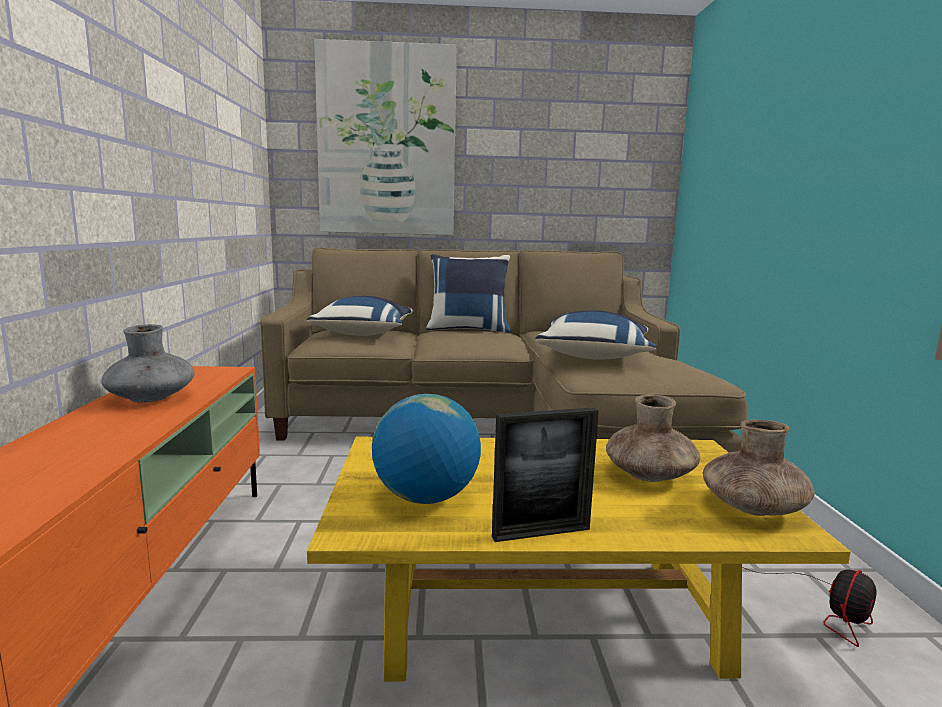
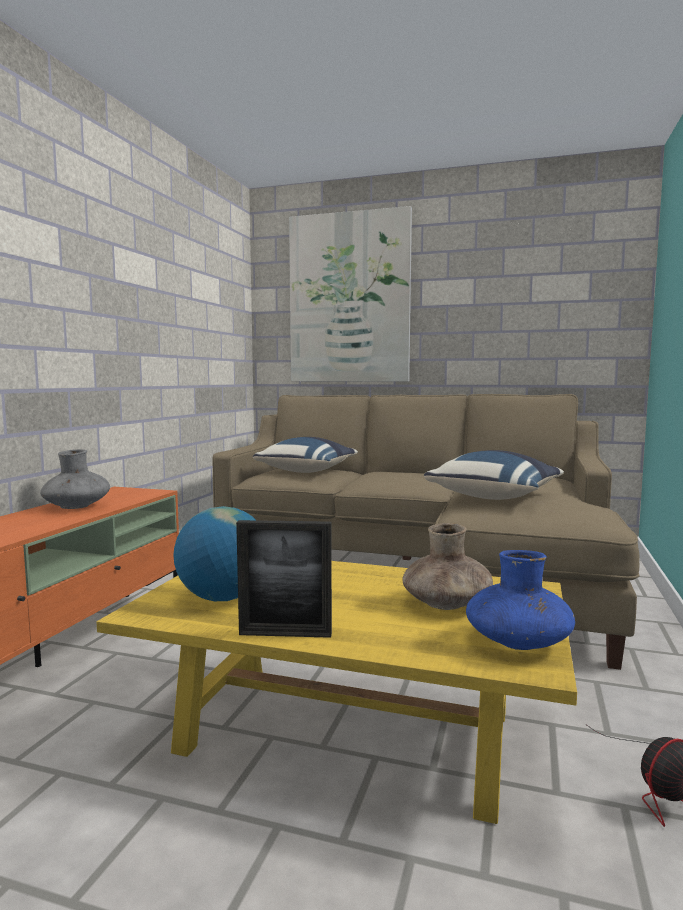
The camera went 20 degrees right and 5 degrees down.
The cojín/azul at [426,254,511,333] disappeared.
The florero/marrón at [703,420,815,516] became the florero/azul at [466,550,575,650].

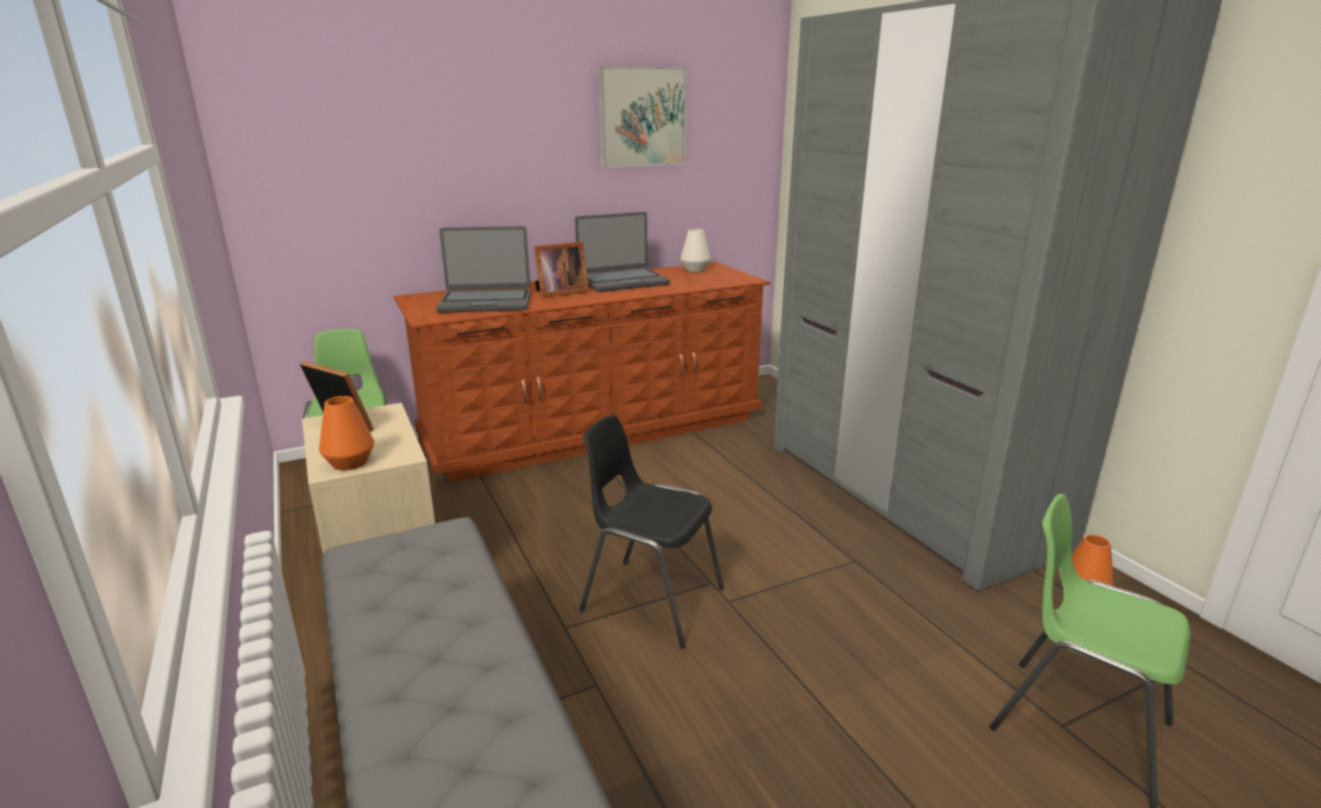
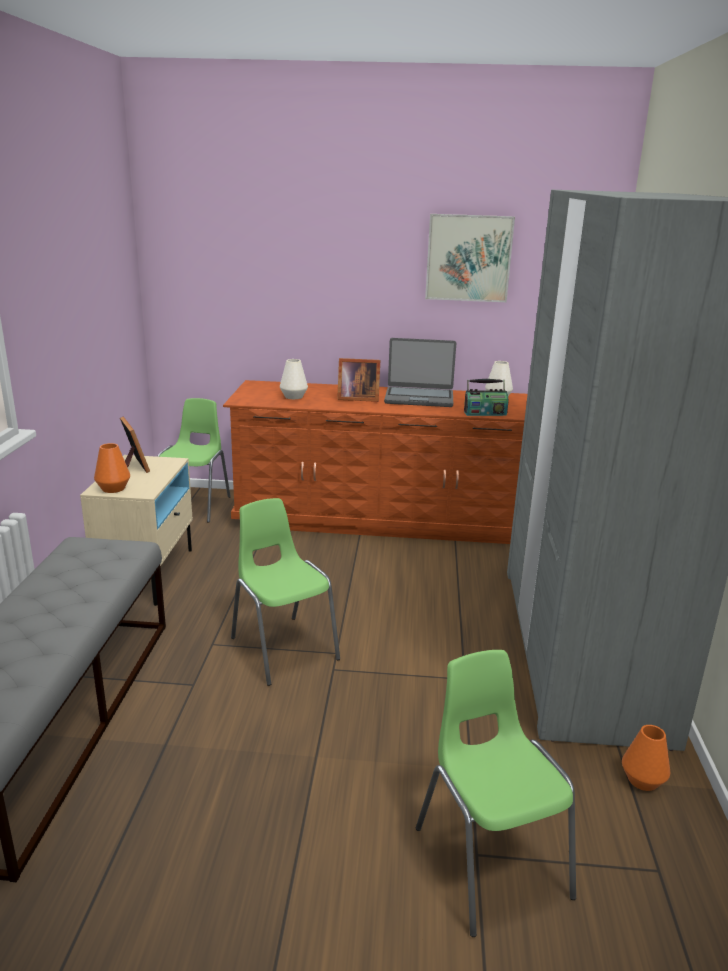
The camera went 30 degrees right and 0 degrees up.
The radio at [464,379,509,416] appeared.
The portátil at [436,226,531,313] was replaced by the florero/blanco at [280,359,308,399].
The silla/negro at [579,414,724,649] became the silla/verde at [231,498,340,686].

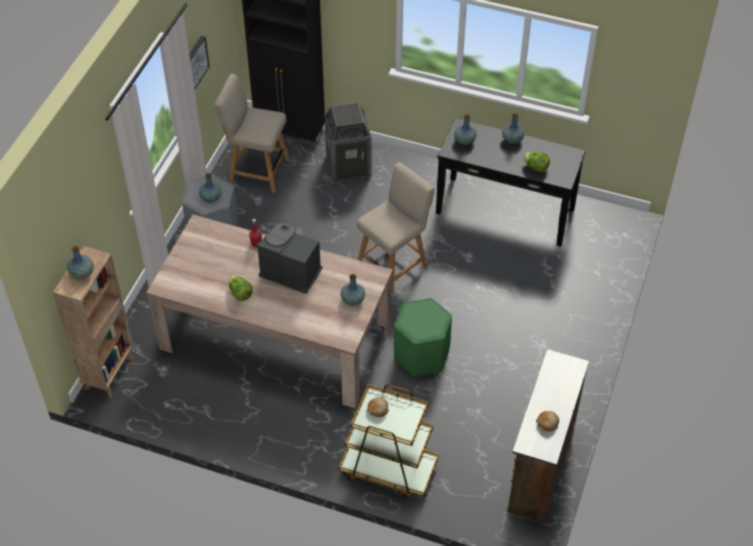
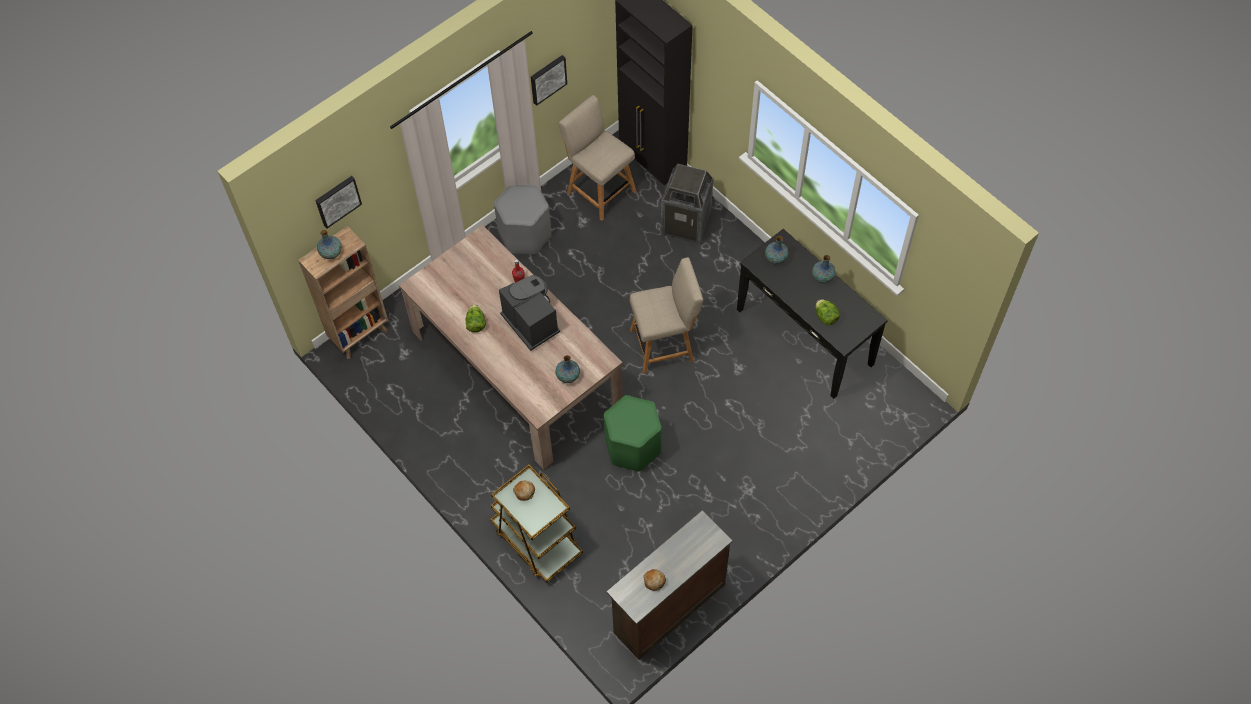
The camera went 30 degrees right and 10 degrees up.
The florero at [199,173,222,202] disappeared.
The cuadro at [315,176,362,228] appeared.

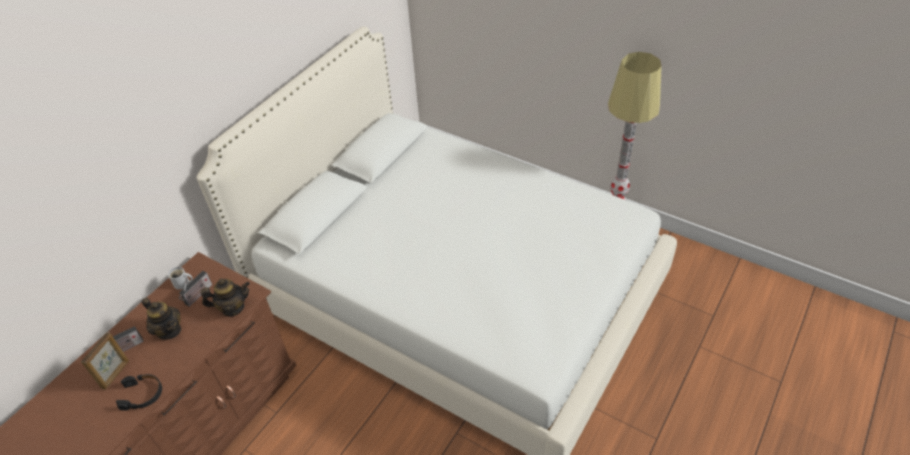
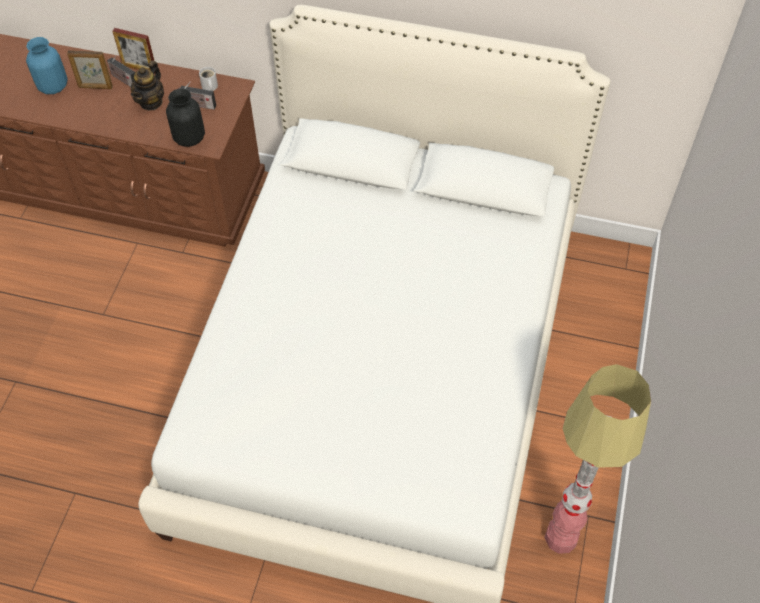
The camera went 70 degrees right and 10 degrees up.
The auriculares/negro at [116,374,162,411] disappeared.
The florero/azul at [26,37,68,94] appeared.
The portarretratos at [112,28,155,74] appeared.
The tetera at [201,279,250,317] was replaced by the florero/negro at [166,88,205,147].

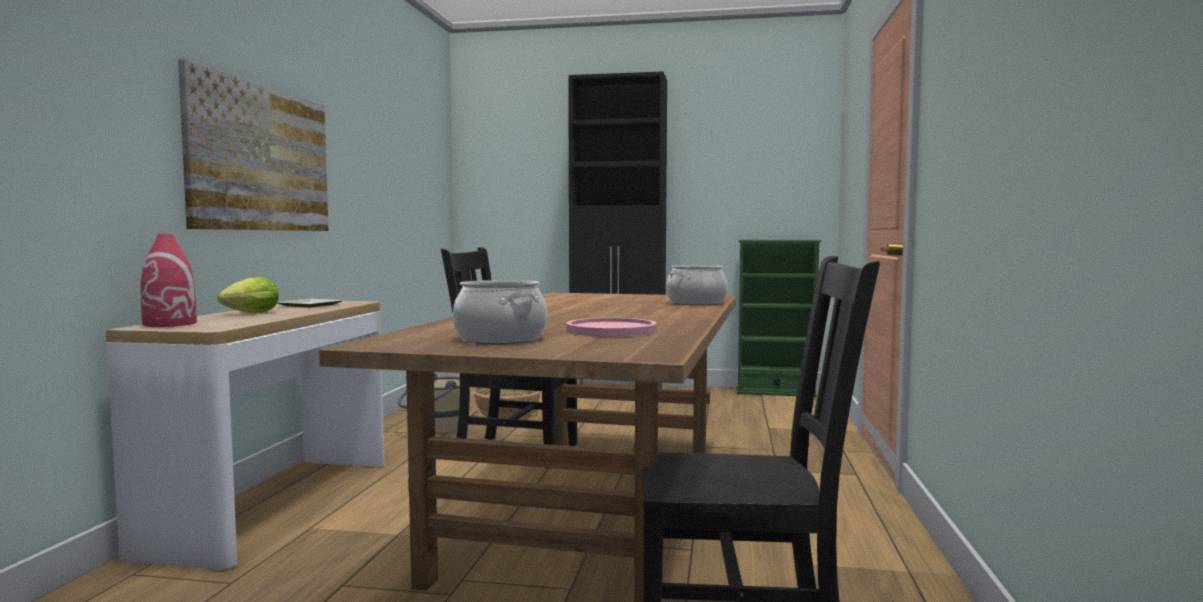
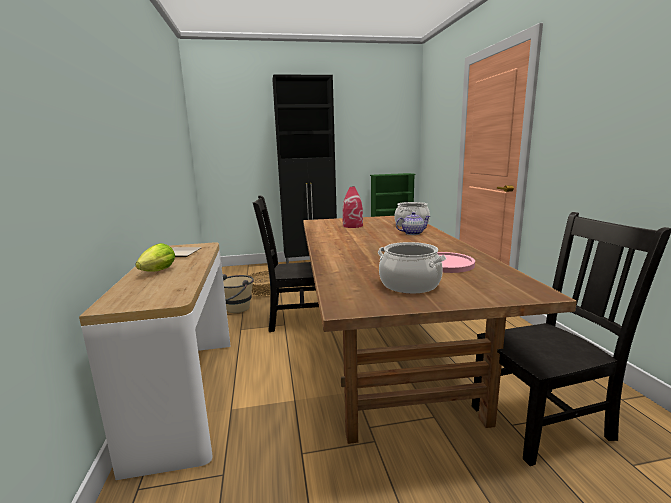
The camera went 20 degrees left and 10 degrees up.
The cuadro at [178,59,328,231] disappeared.
The tetera at [396,212,430,235] appeared.
The florero/rojo moved from [141,234,197,327] to [343,187,363,228].

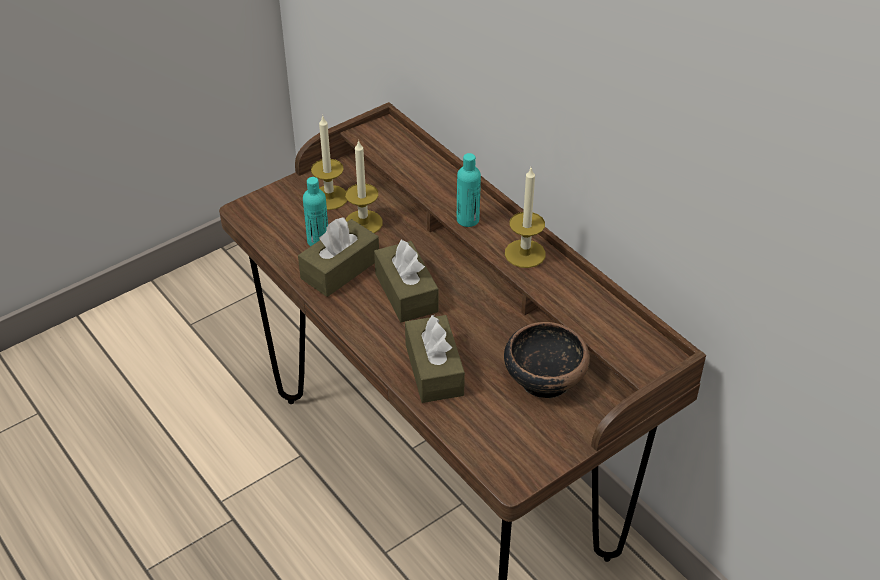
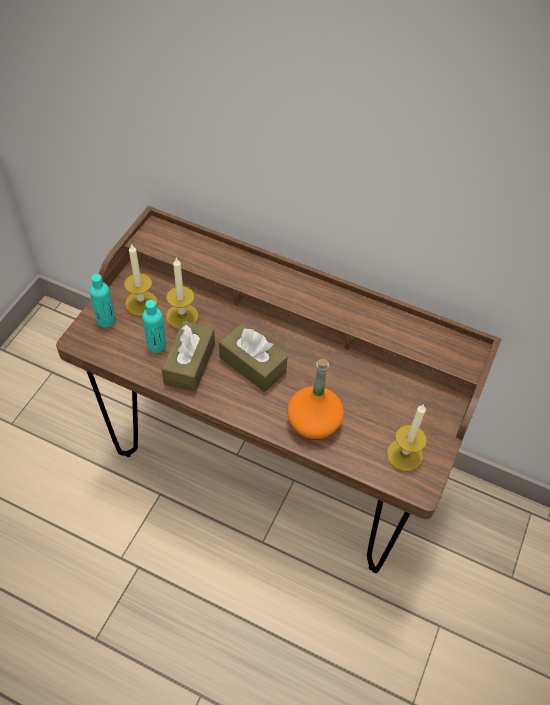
The camera went 30 degrees left and 10 degrees up.
The cuenco at [504,322,590,398] disappeared.
The botella/turquesa moved from [457,153,481,227] to [89,274,116,327].
The vela moved from [505,168,546,268] to [387,404,427,471].
The caja de pañuelos/marrón at [405,314,465,403] was replaced by the botella/naranja at [287,359,344,440].

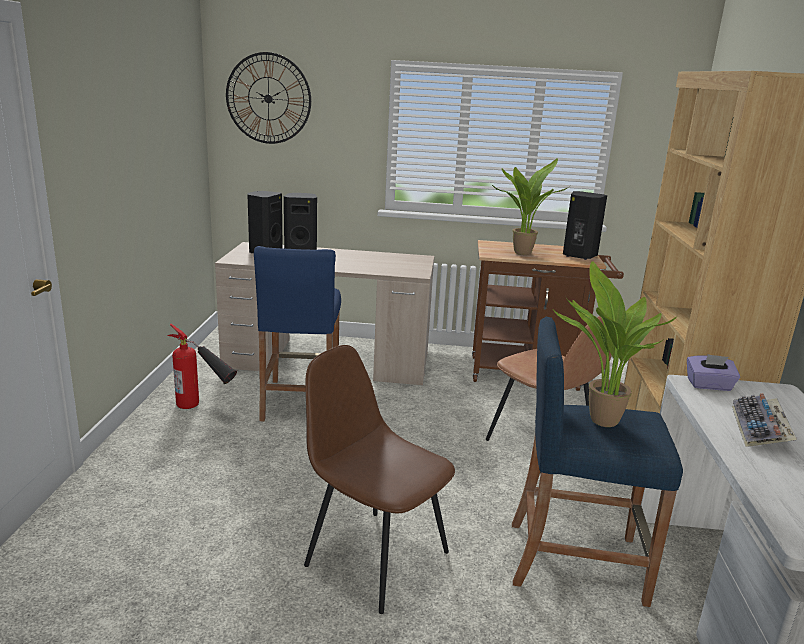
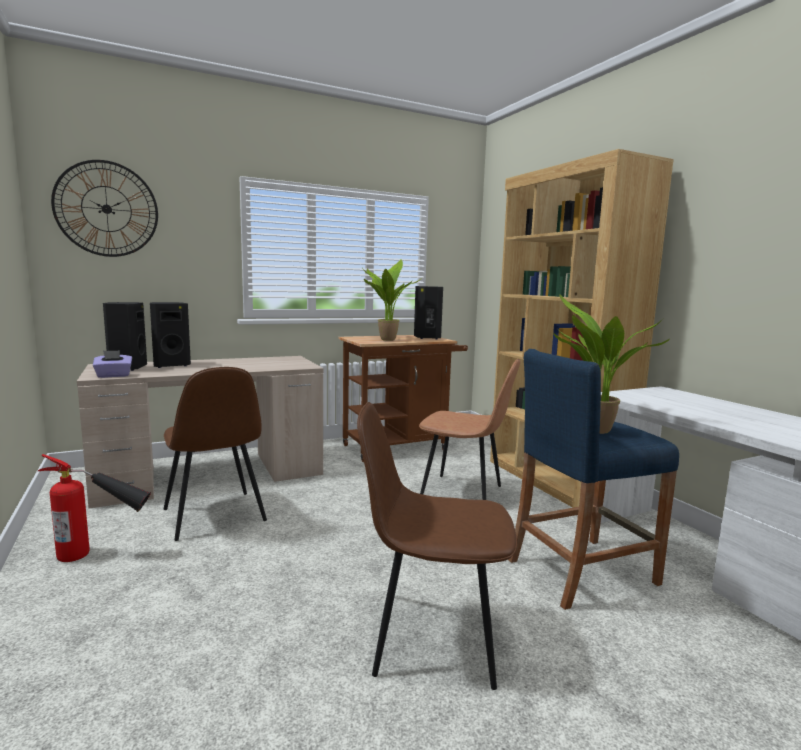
The camera went 30 degrees left and 10 degrees down.
The teclado at [732,393,797,447] disappeared.
The caja de pañuelos/morado moved from [687,354,740,391] to [93,350,132,378].
The taburete/azul at [254,246,341,421] was replaced by the silla/marrón at [164,367,267,541].

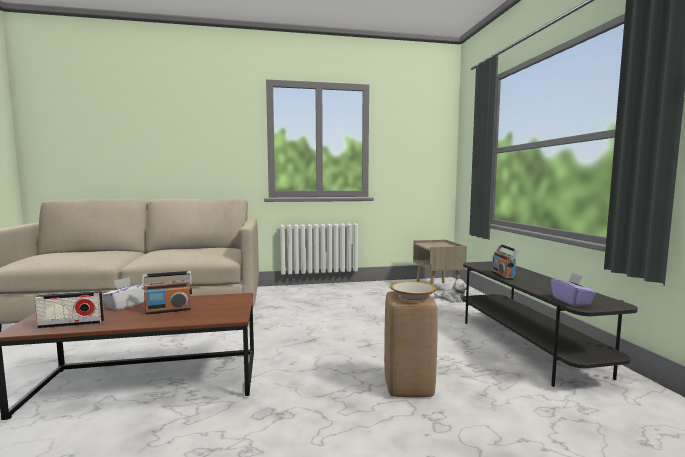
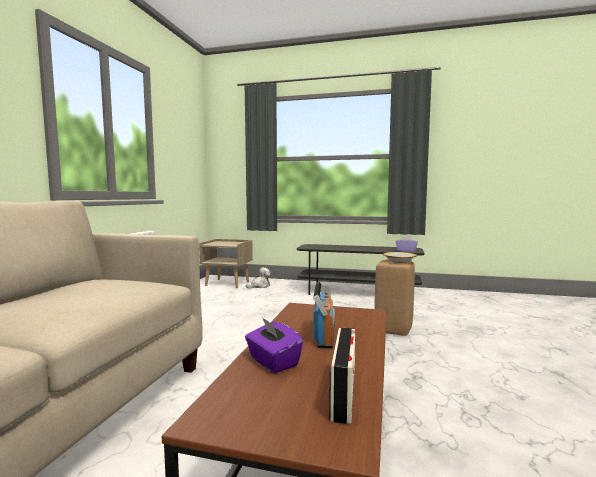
The camera went 65 degrees left and 0 degrees up.
The radio at [492,244,518,280] disappeared.
The caja de pañuelos/blanco at [102,277,145,310] became the caja de pañuelos/morado at [245,317,303,373].

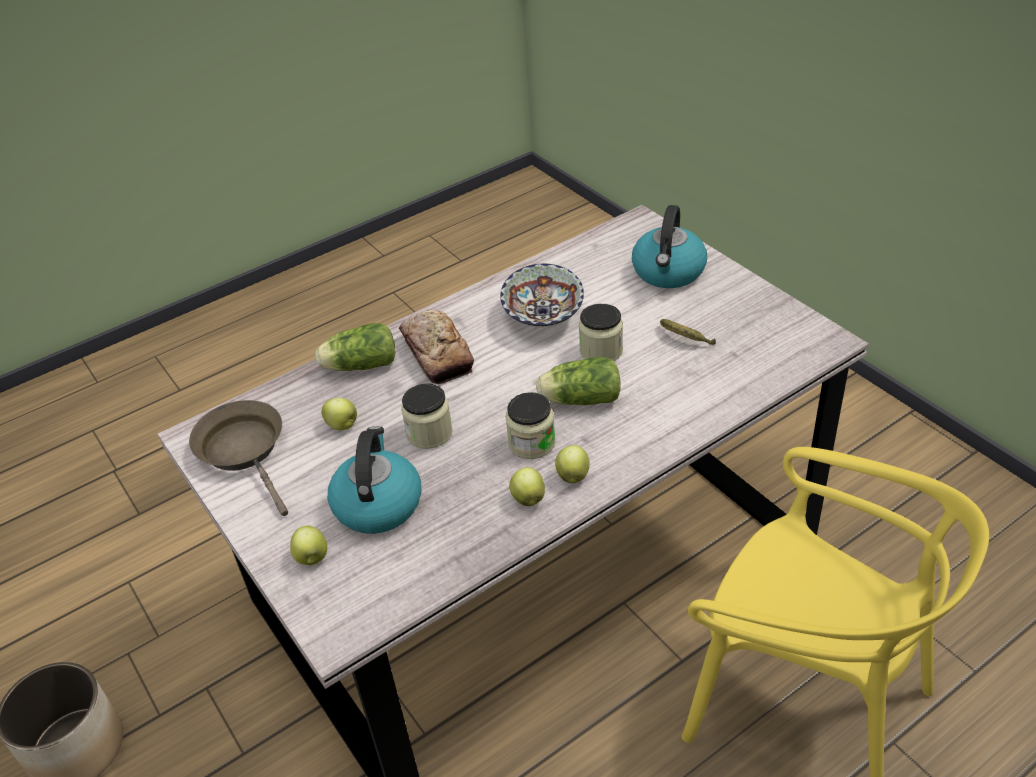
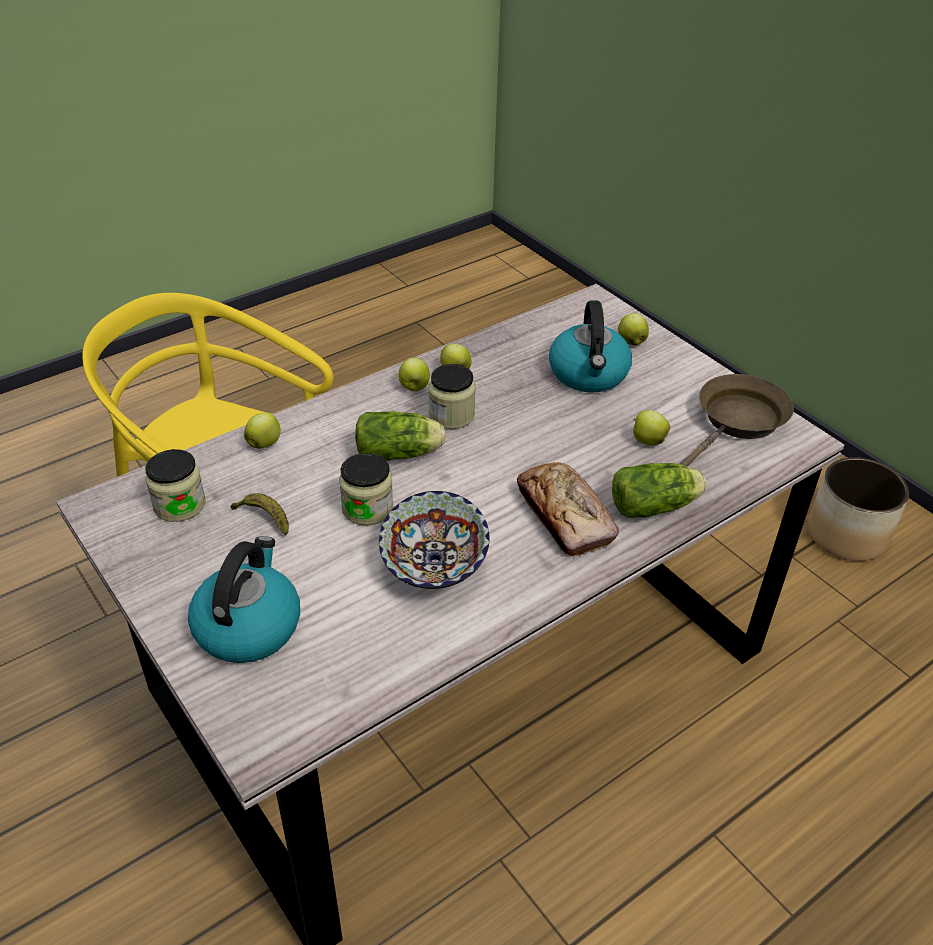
The camera went 175 degrees right and 0 degrees up.
The manzana at [244,413,281,448] appeared.
The tarro moved from [401,384,452,449] to [145,449,206,522].
The sartén/marrón at [189,400,288,516] turned 105 degrees counterclockwise.

